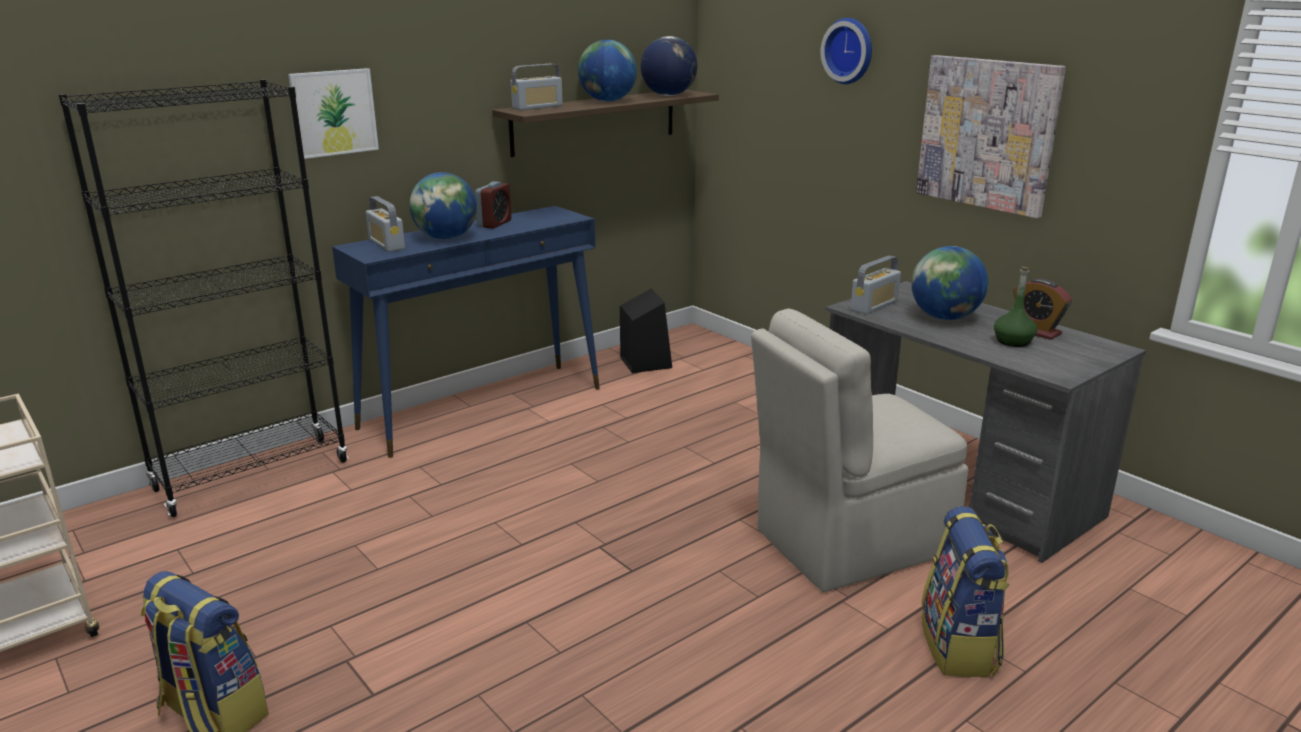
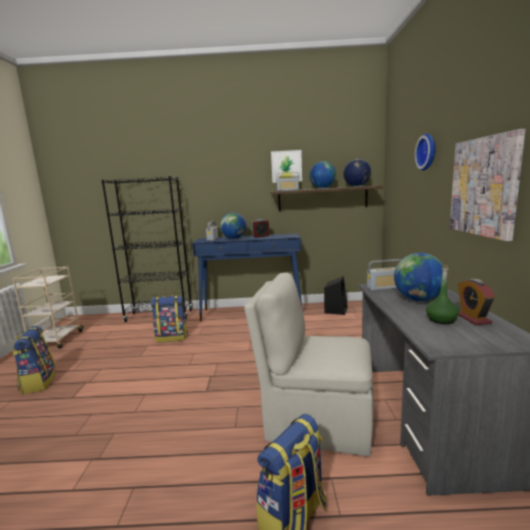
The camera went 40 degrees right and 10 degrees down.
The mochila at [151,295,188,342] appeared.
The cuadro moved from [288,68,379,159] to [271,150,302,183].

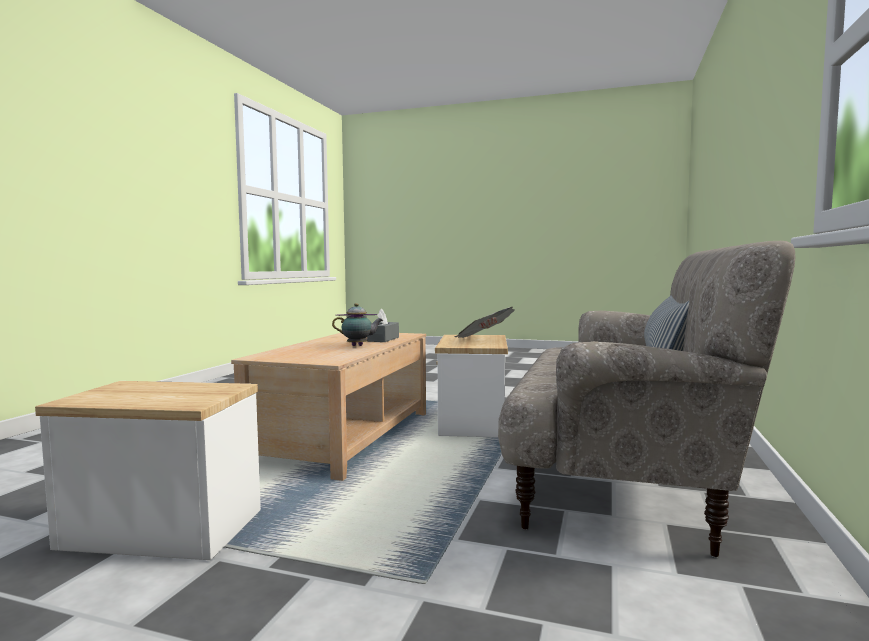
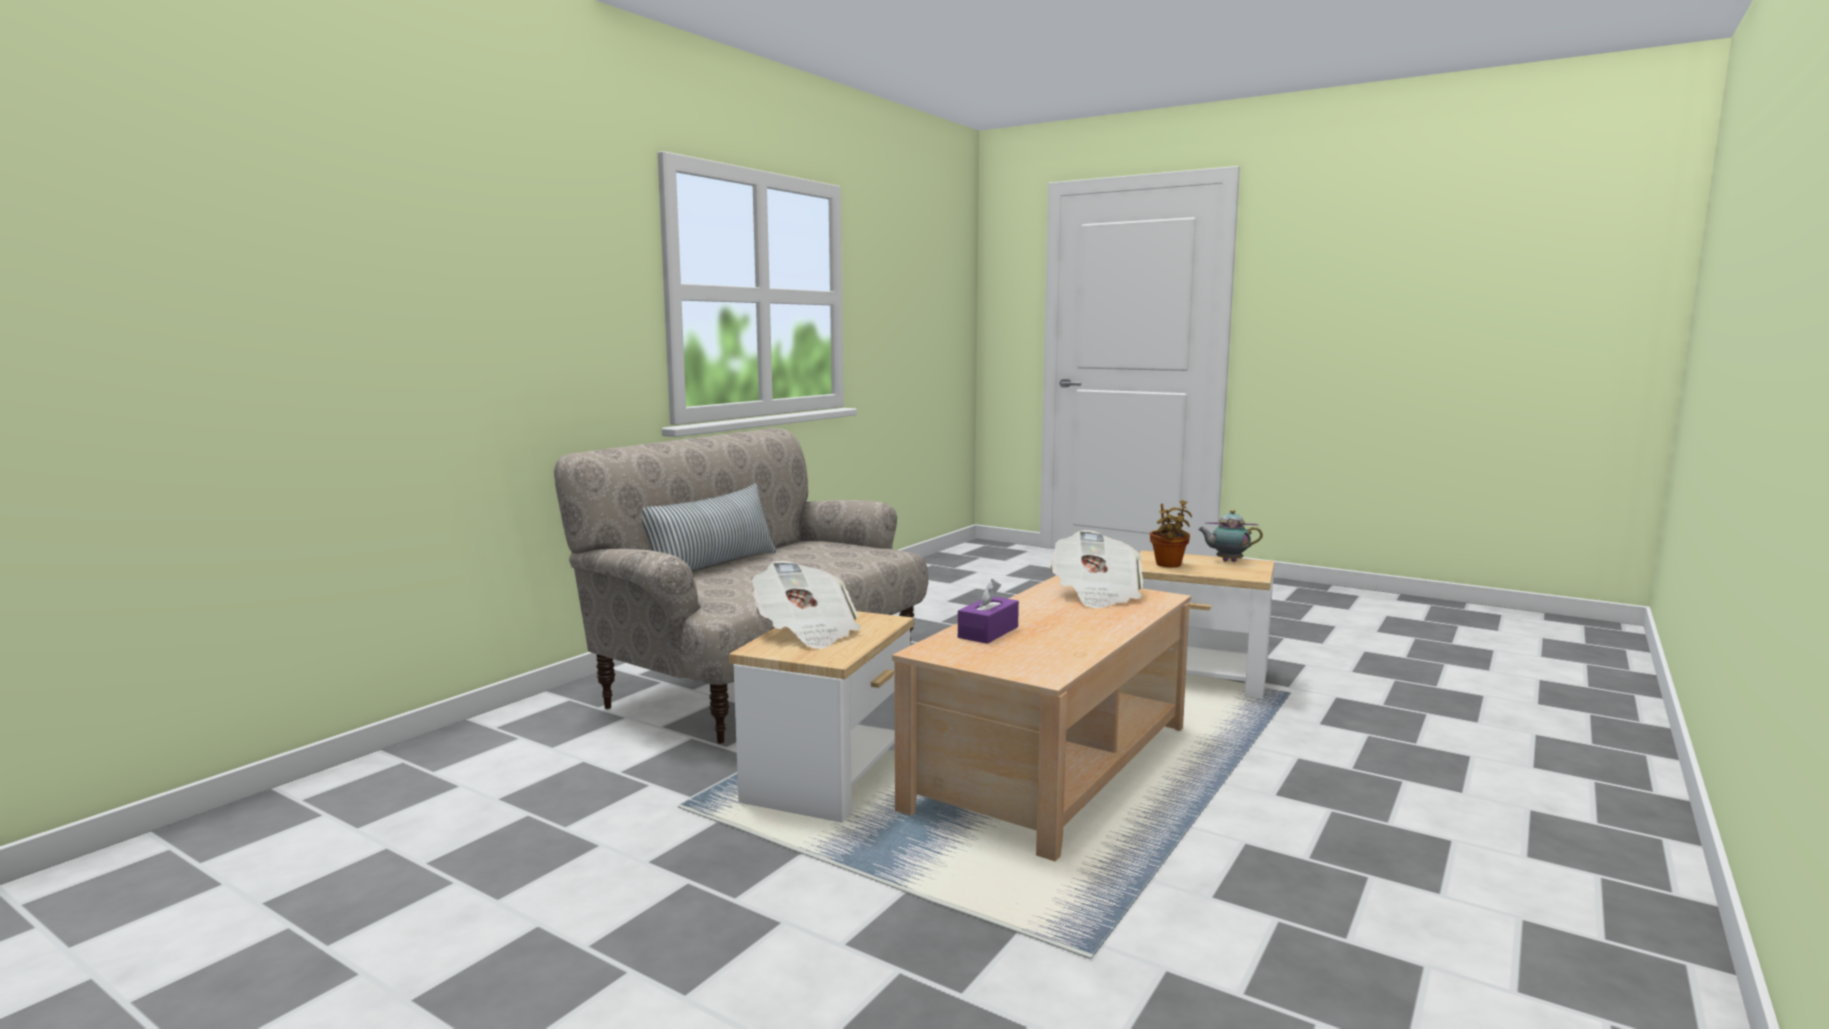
The camera went 165 degrees left and 5 degrees up.
The periódico at [1049,530,1143,608] appeared.
The planta en maceta at [1150,500,1192,567] appeared.
The tetera moved from [332,303,383,346] to [1198,510,1263,562].
The caja de pañuelos/gris at [367,309,399,342] became the caja de pañuelos/morado at [958,579,1019,644].

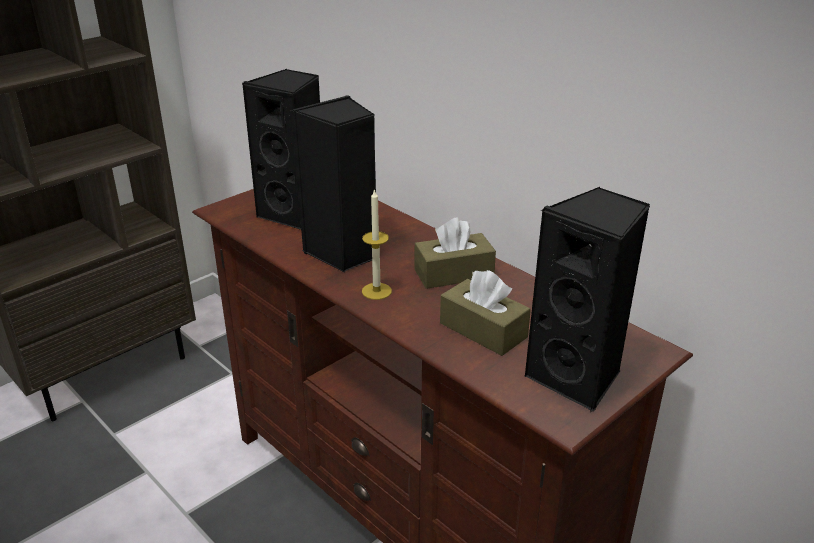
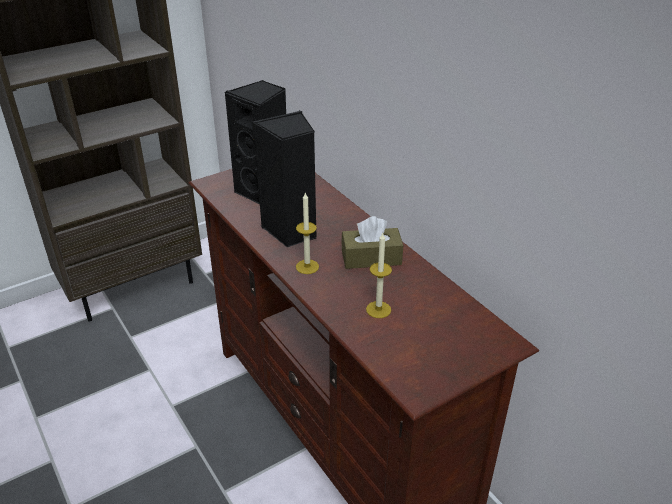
The camera went 10 degrees right and 5 degrees up.
The altavoz/negro at [525,187,650,413] disappeared.
The caja de pañuelos/marrón at [440,270,531,356] was replaced by the vela at [366,233,392,318].

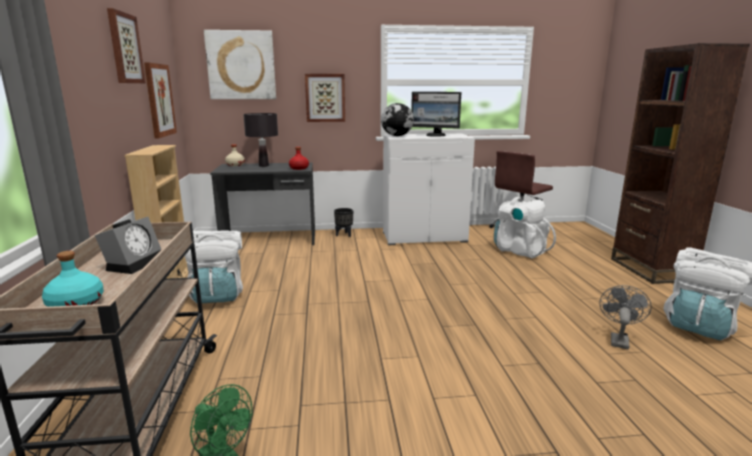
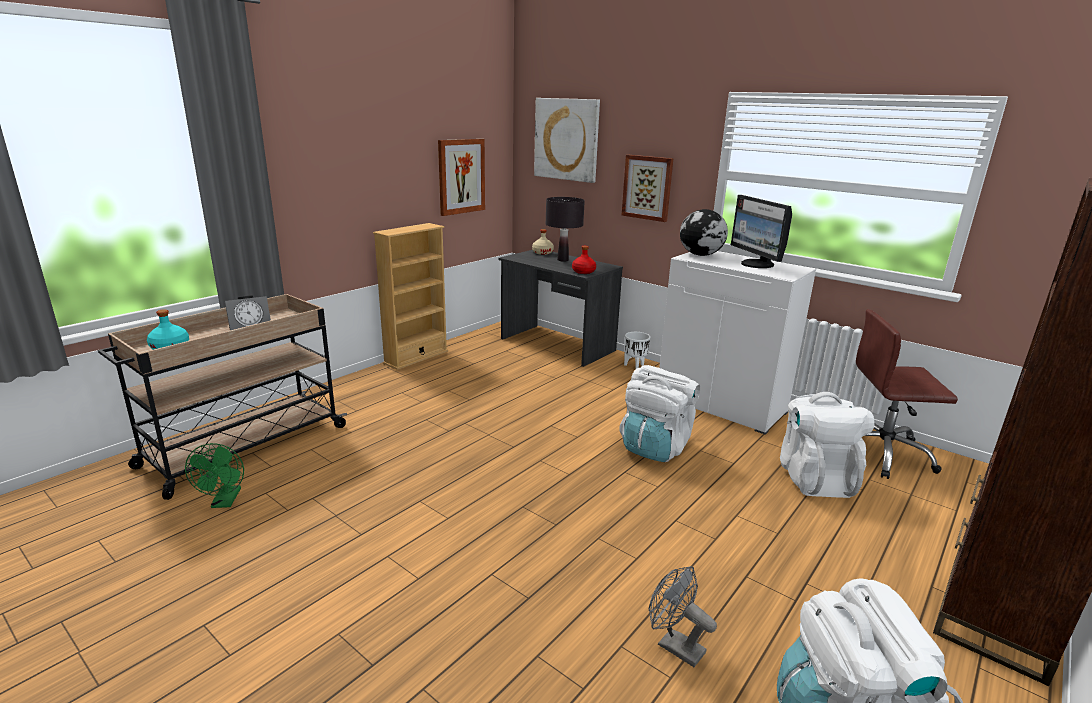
The camera went 45 degrees right and 5 degrees up.
The cuadro at [107,8,146,83] disappeared.
The mochila/blanco moved from [185,230,243,303] to [619,365,700,462].
The maceta/negro at [334,208,353,237] became the maceta/blanco at [624,332,650,369].
The ventilador/gris at [599,285,652,349] turned 120 degrees counterclockwise.

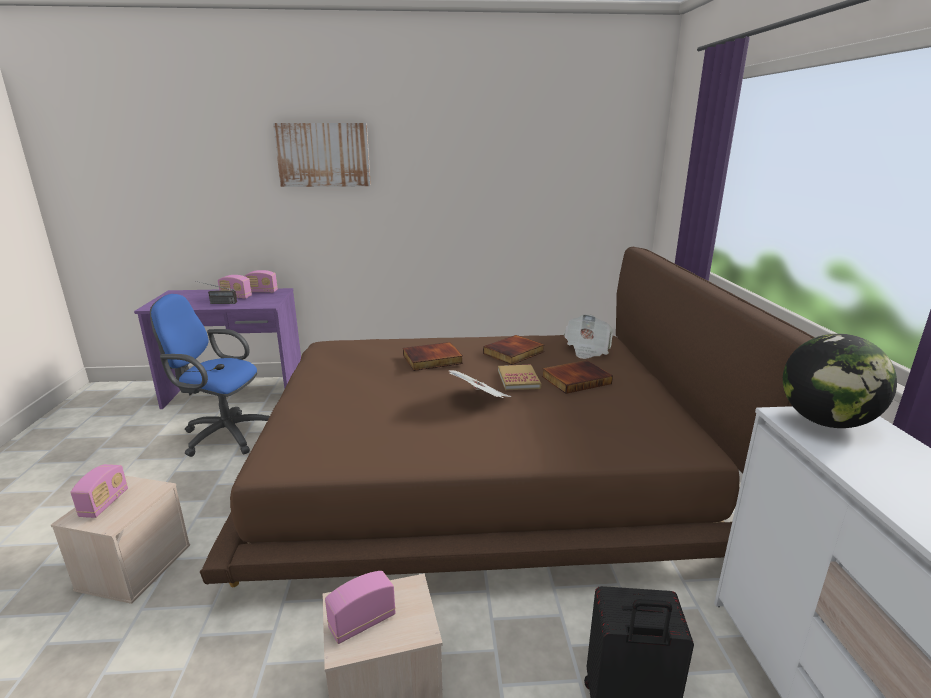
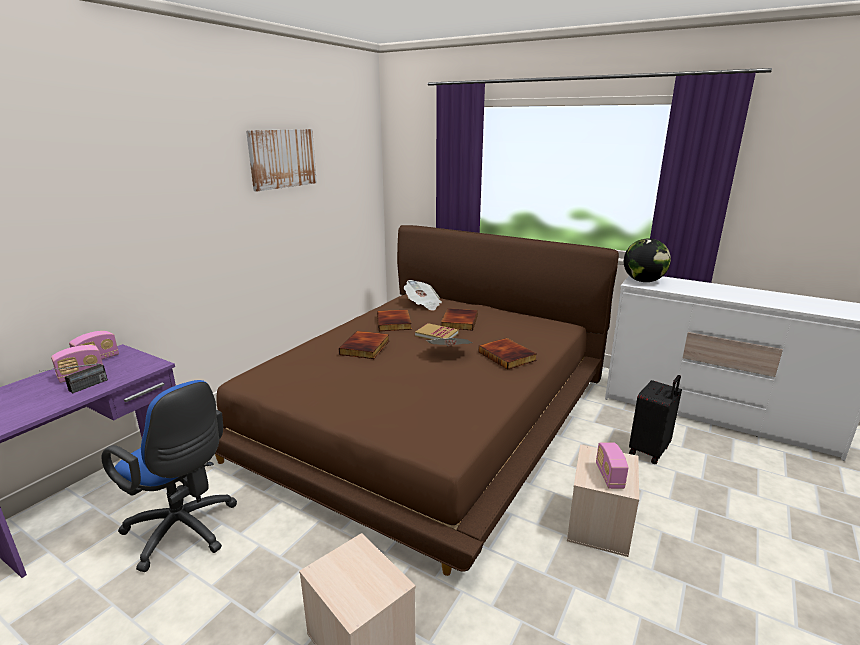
The camera went 55 degrees left and 0 degrees up.
The radio at [70,464,128,518] disappeared.
The libro at [479,338,537,370] appeared.
The cuadro moved from [273,123,371,187] to [246,129,317,192].
The silla de oficina/azul at [150,294,270,457] turned 105 degrees counterclockwise.

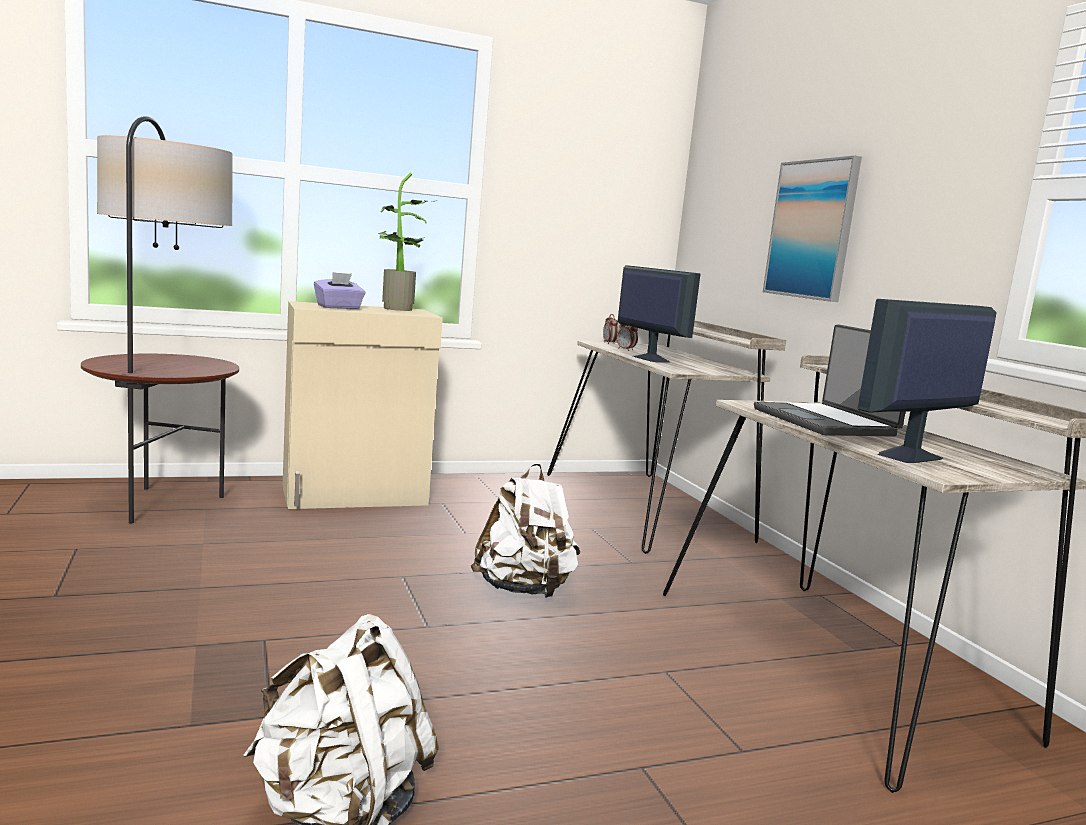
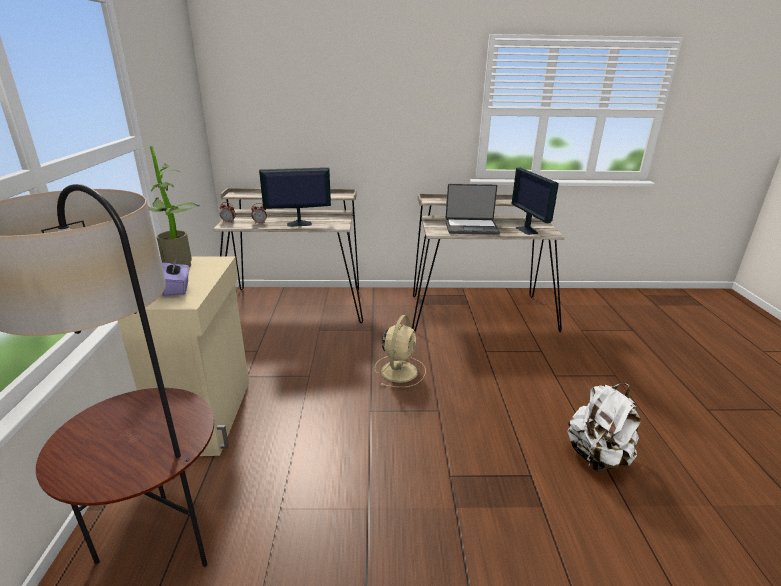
The camera went 70 degrees left and 15 degrees up.
The cuadro at [763,156,862,302] disappeared.
The mochila/blanco at [471,463,580,598] was replaced by the ventilador/beis at [374,315,426,387].

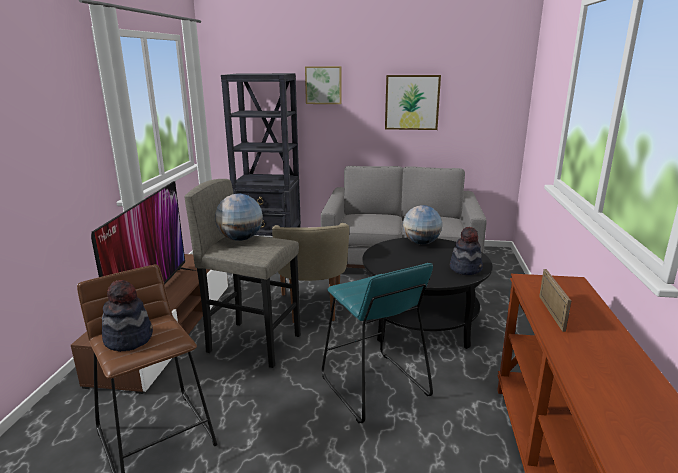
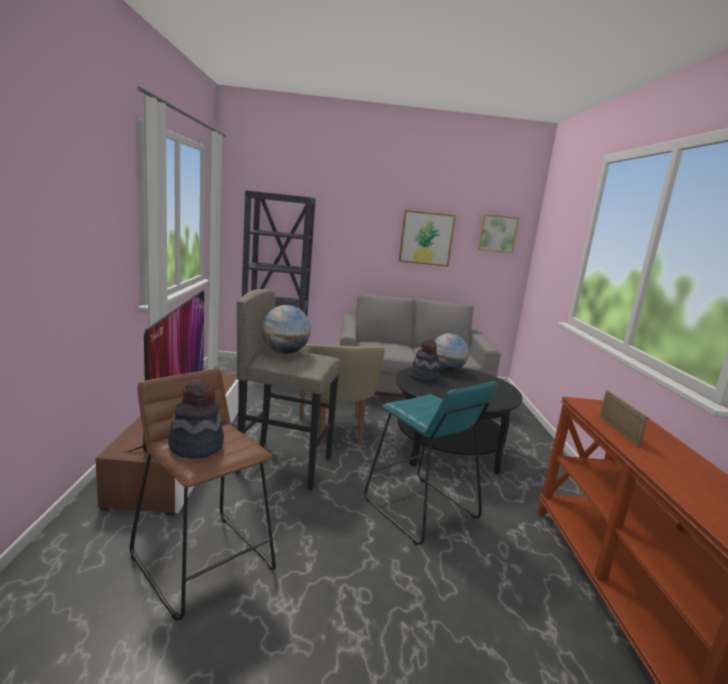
The camera went 10 degrees left and 5 degrees down.
The cuadro moved from [305,66,342,104] to [478,214,519,253].
The sombrero moved from [450,227,483,275] to [410,339,439,382].

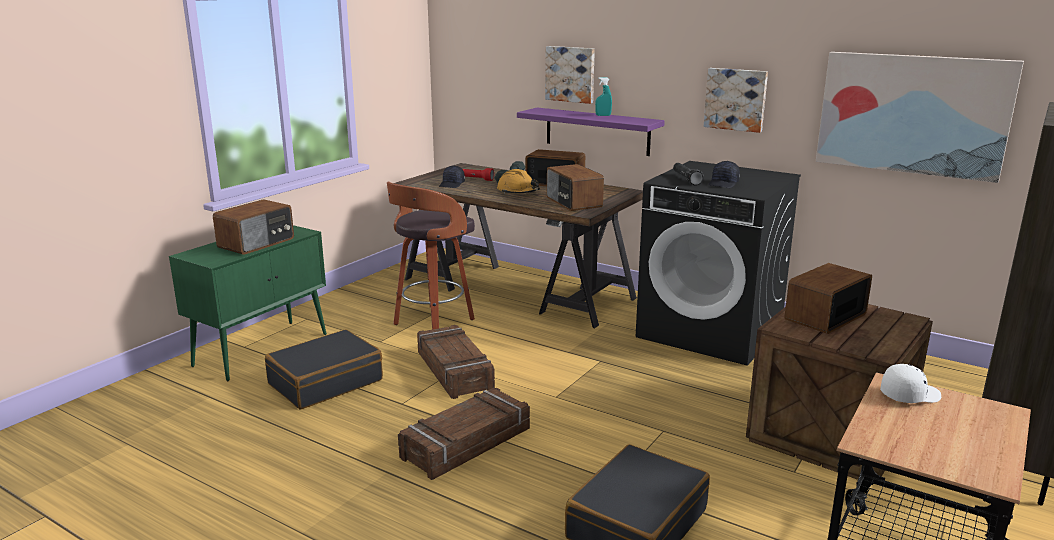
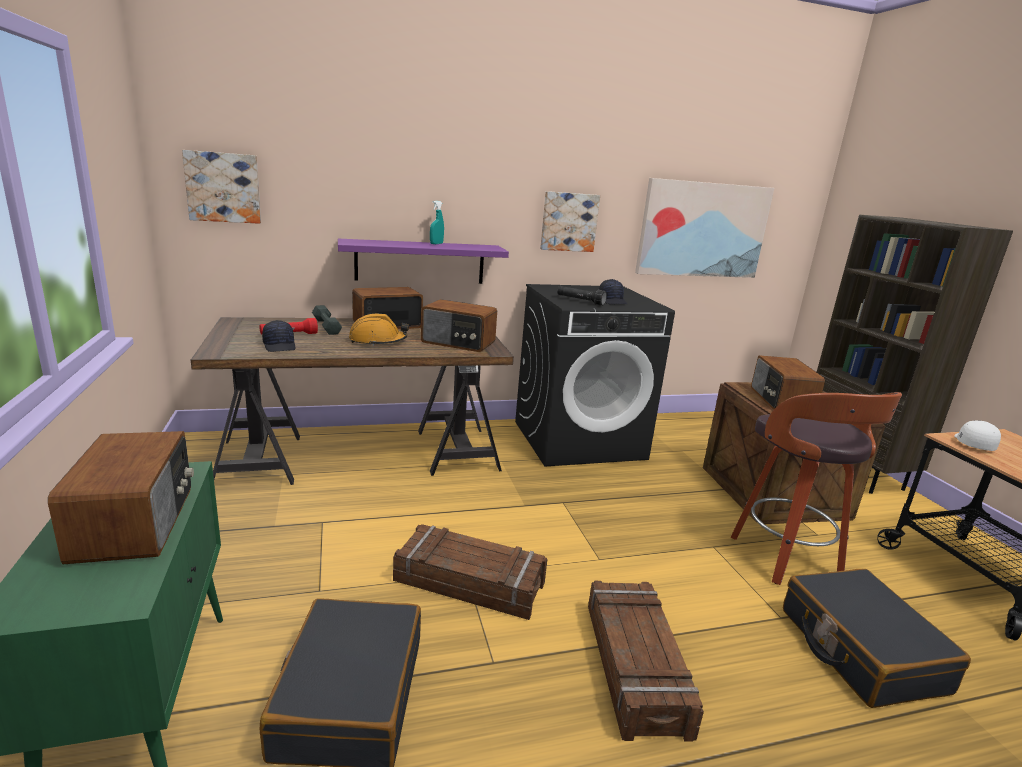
The camera went 50 degrees left and 0 degrees up.
The taburete moved from [387,181,475,330] to [730,392,902,585].
The cuadro moved from [545,46,595,104] to [182,150,261,224].

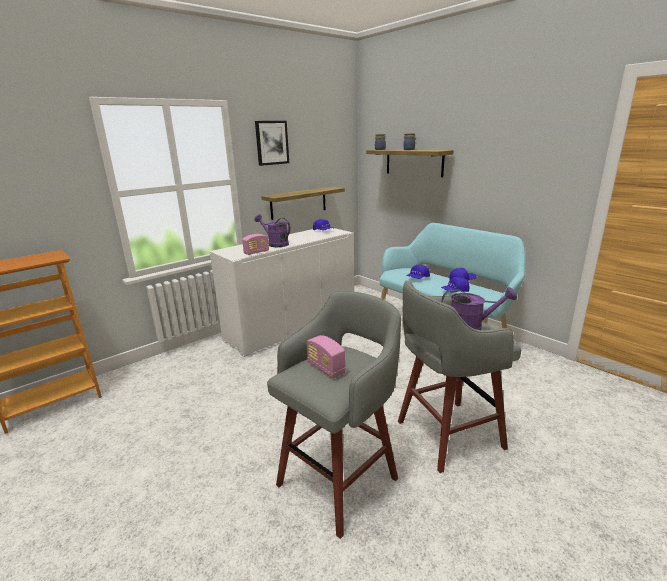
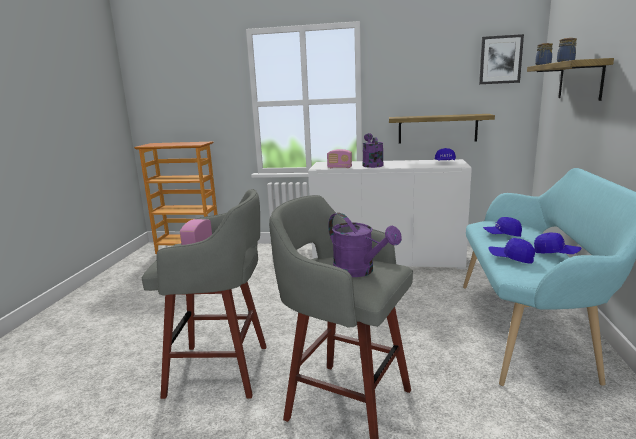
The camera went 50 degrees right and 5 degrees down.
The cuadro moved from [255,121,289,166] to [479,34,524,84].

